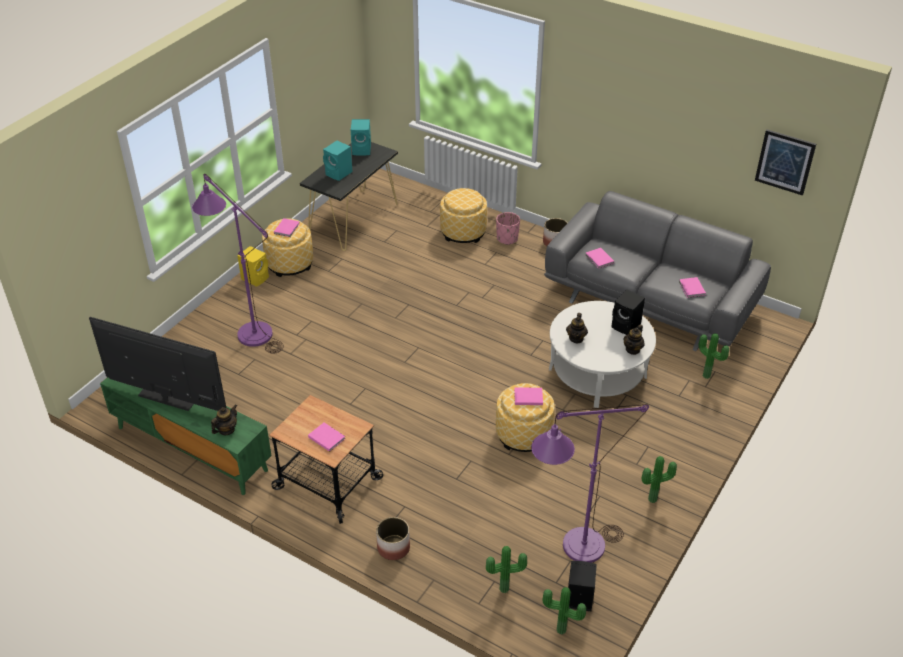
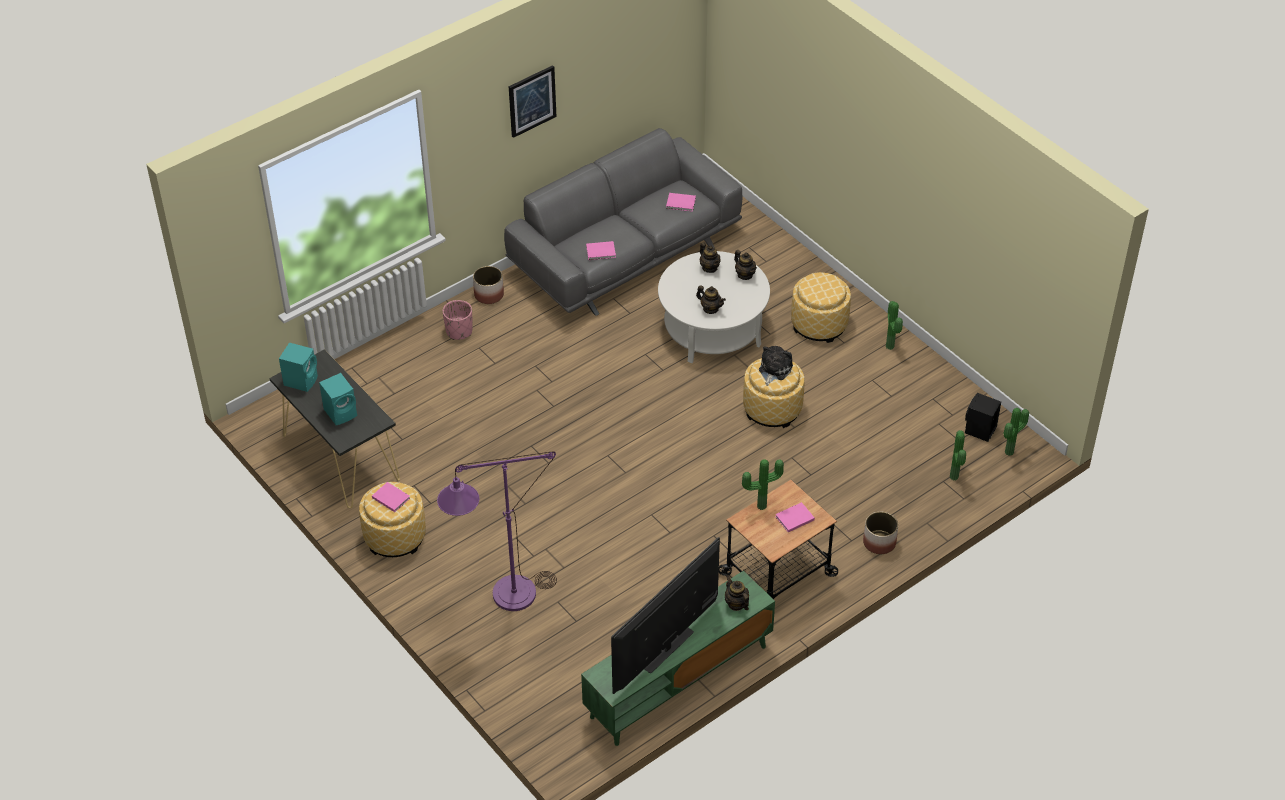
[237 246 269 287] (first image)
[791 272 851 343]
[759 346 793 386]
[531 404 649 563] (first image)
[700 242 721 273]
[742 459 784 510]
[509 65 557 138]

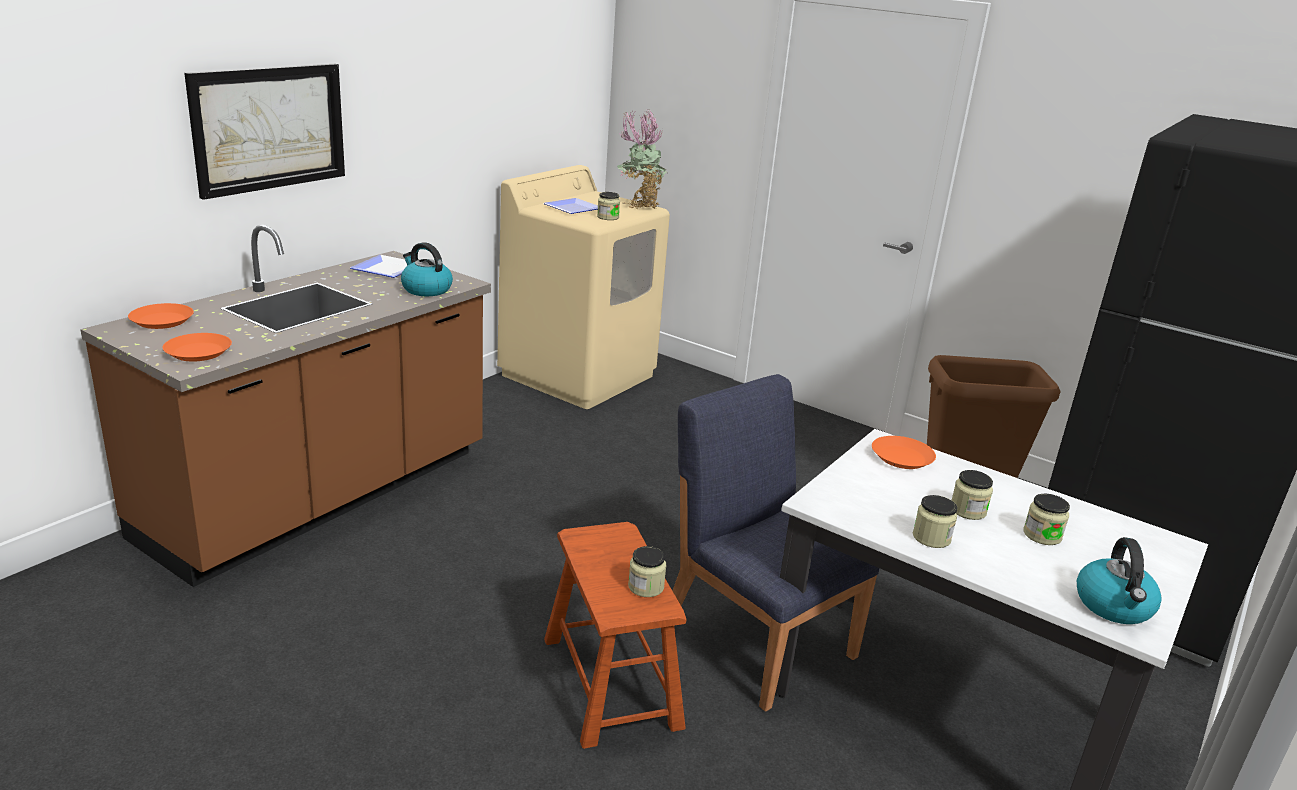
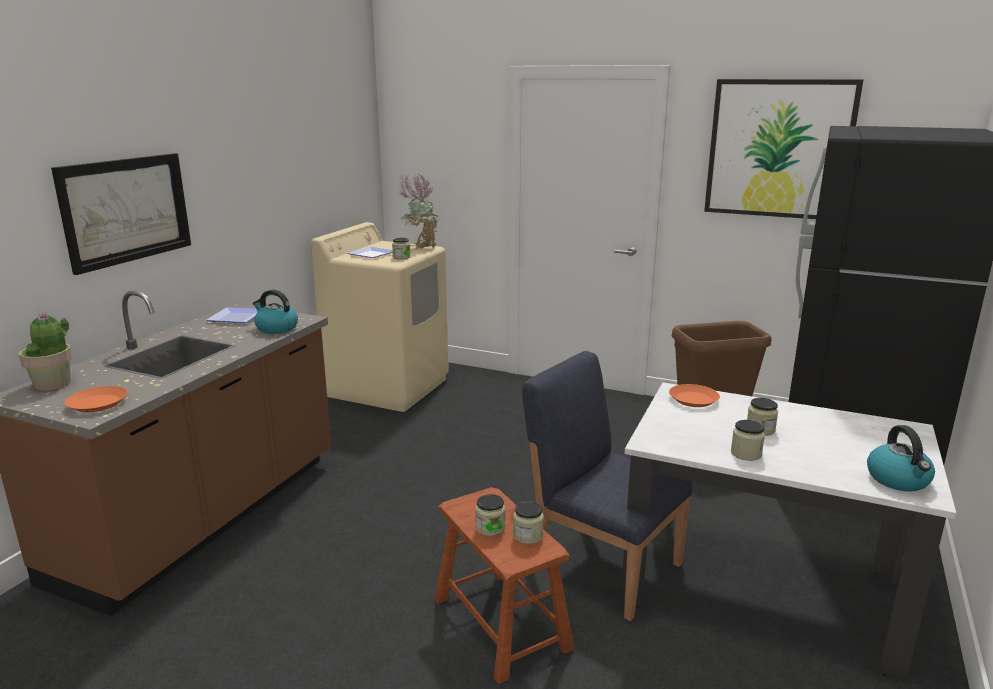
[19 312 72 391]
[475 494 505 536]
[704 79 863 219]

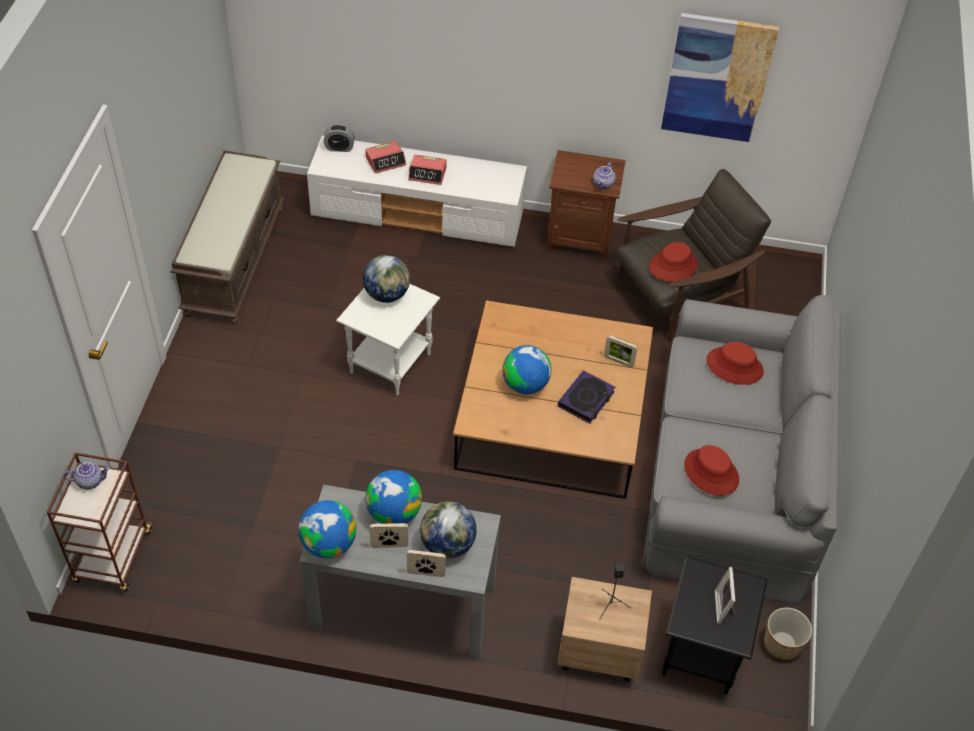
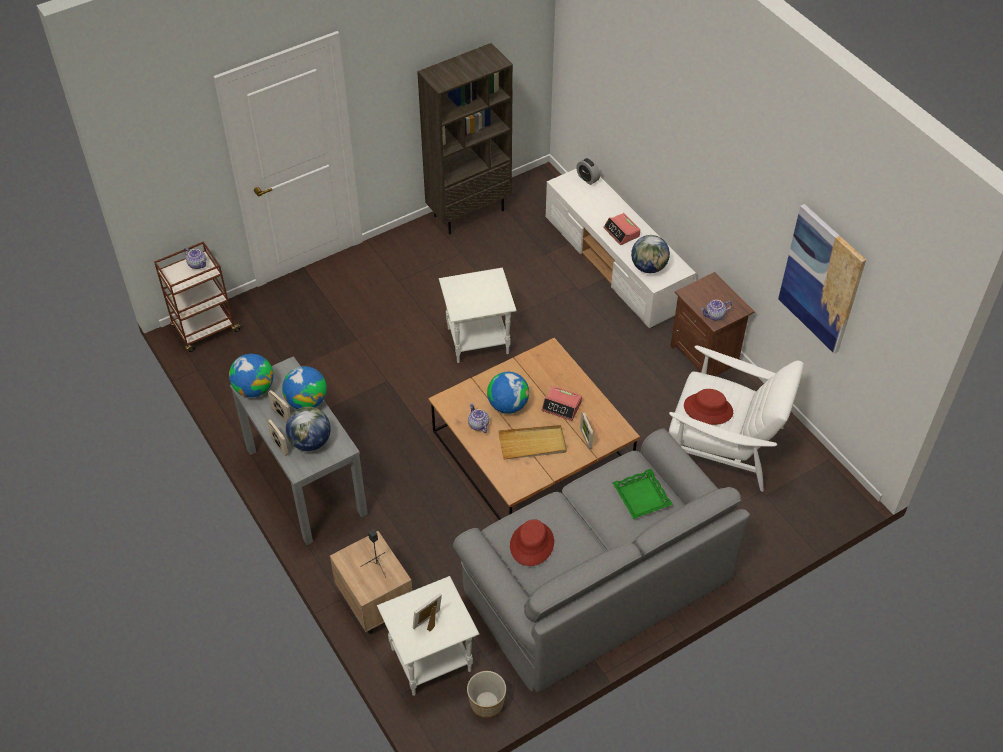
[417 43 513 234]
[631 235 670 273]
[542 386 582 421]
[498 425 567 460]
[669 345 804 492]
[377 576 479 696]
[612 469 673 519]
[468 403 489 433]

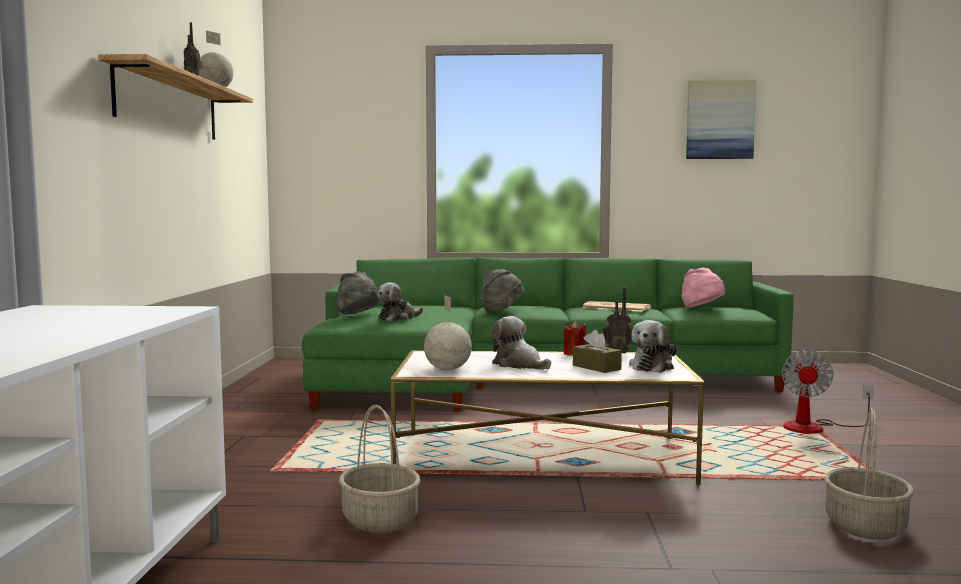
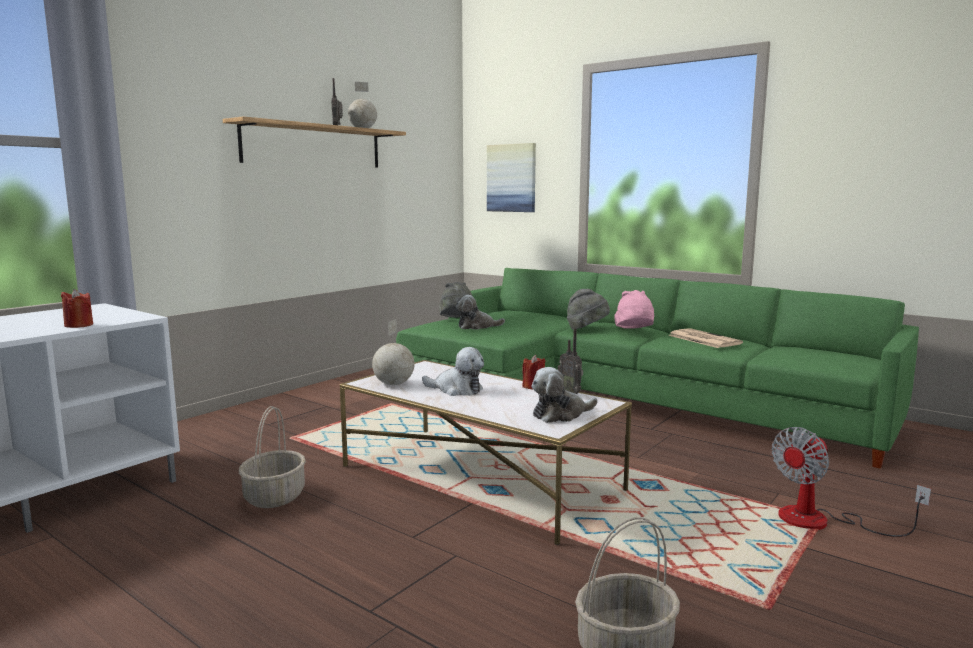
[422 347 484 396]
[573 330 622 373] (first image)
[614 290 654 329]
[487 143 536 212]
[61 289 93 328]

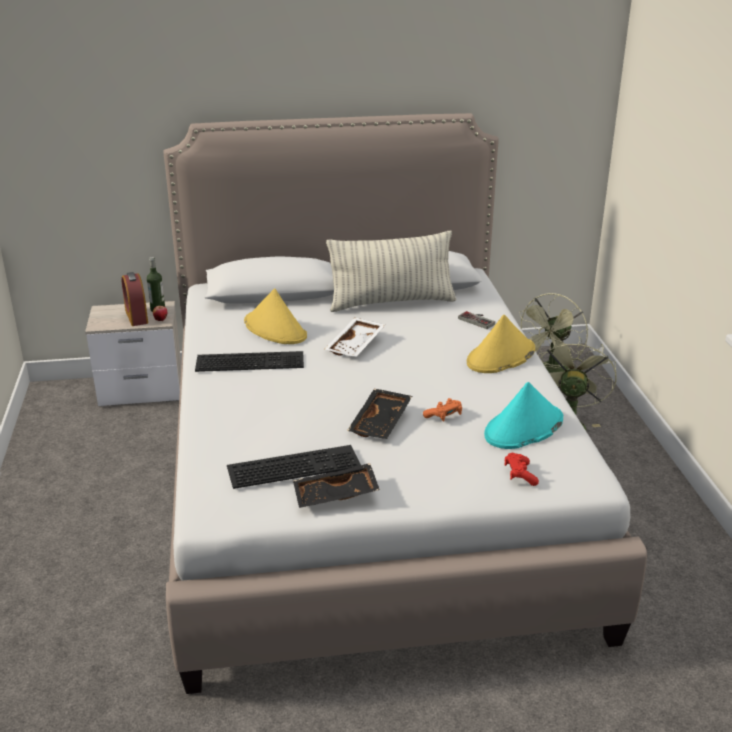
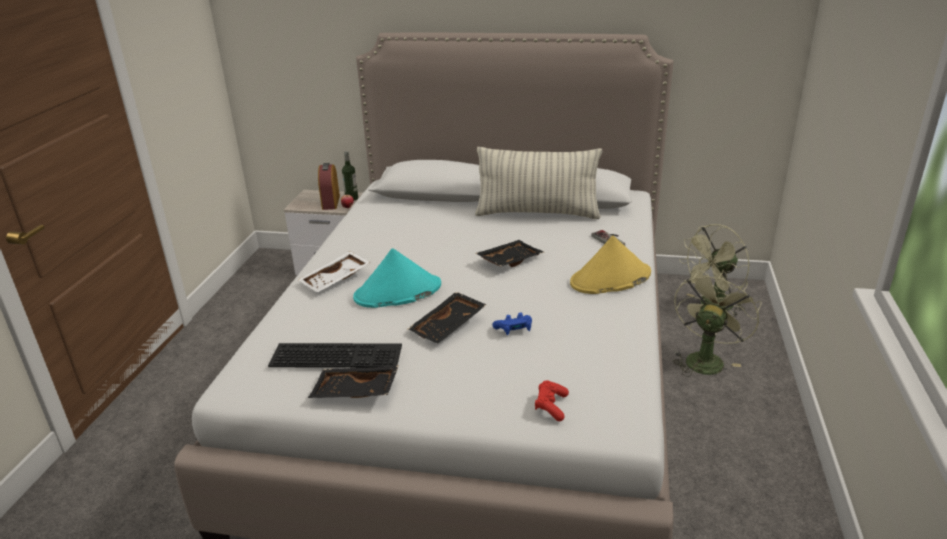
[195 351 304 372] (first image)
[244 288 307 344] (first image)
[298 251 371 292]
[492 312 532 335]
[353 248 441 308]
[476 240 544 267]

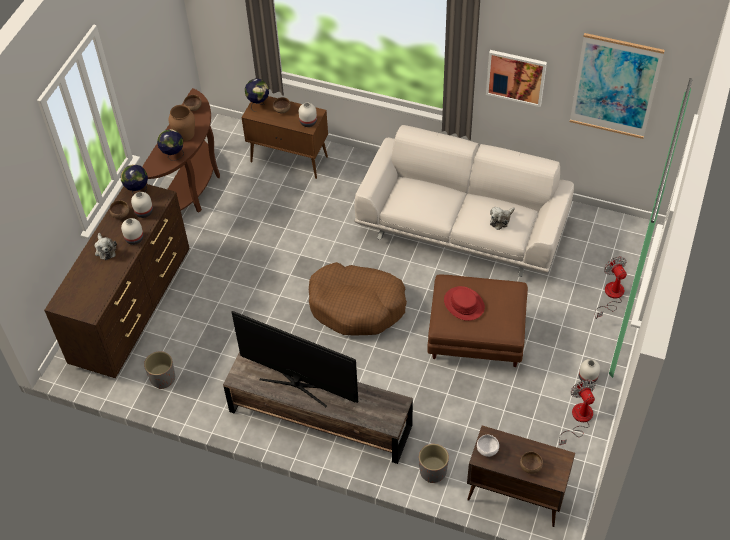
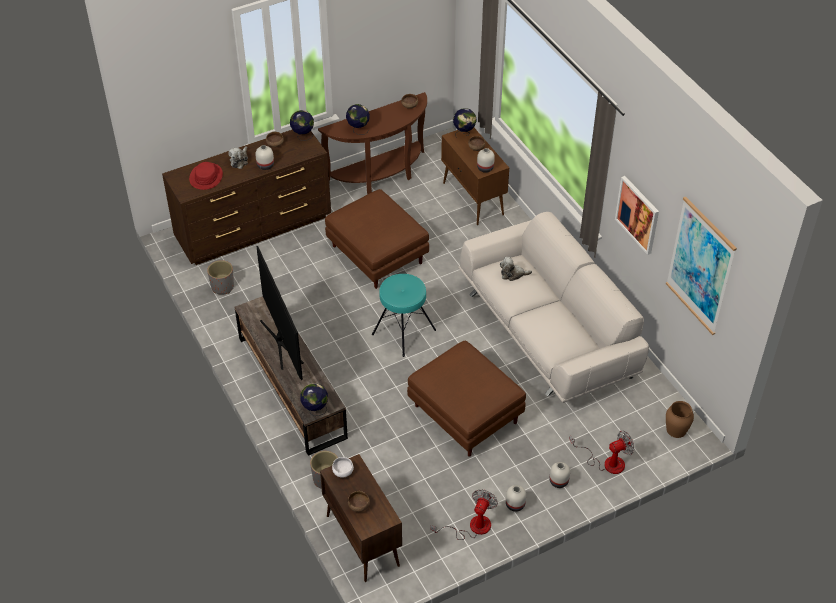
[549 462 570 488]
[666 401 694 438]
[372 274 436 357]
[189 162 223 190]
[500 257 532 281]
[569 431 634 474]
[300 383 328 416]
[325 189 429 289]

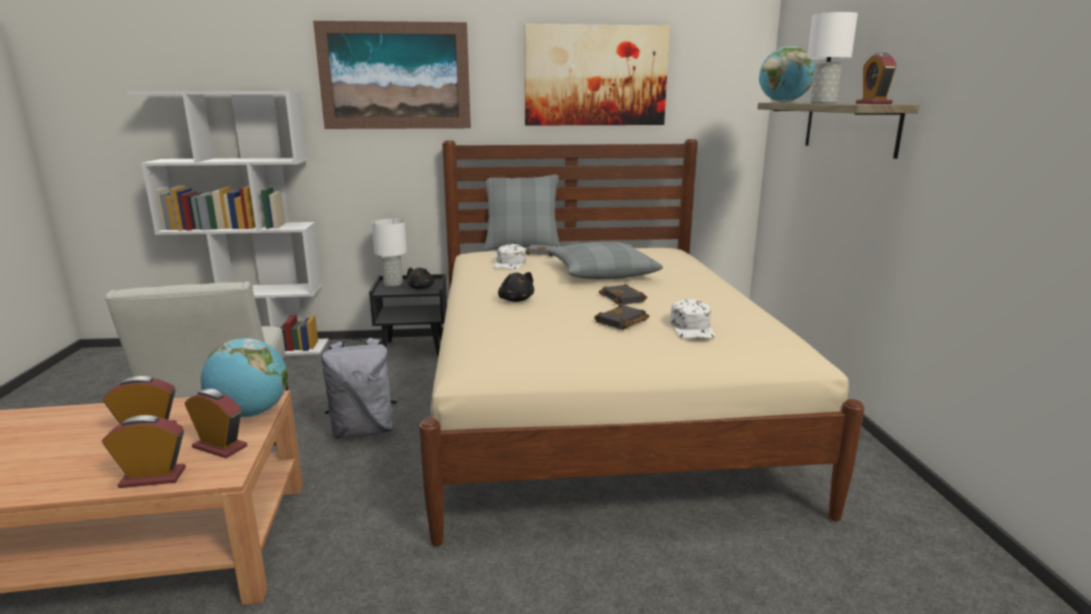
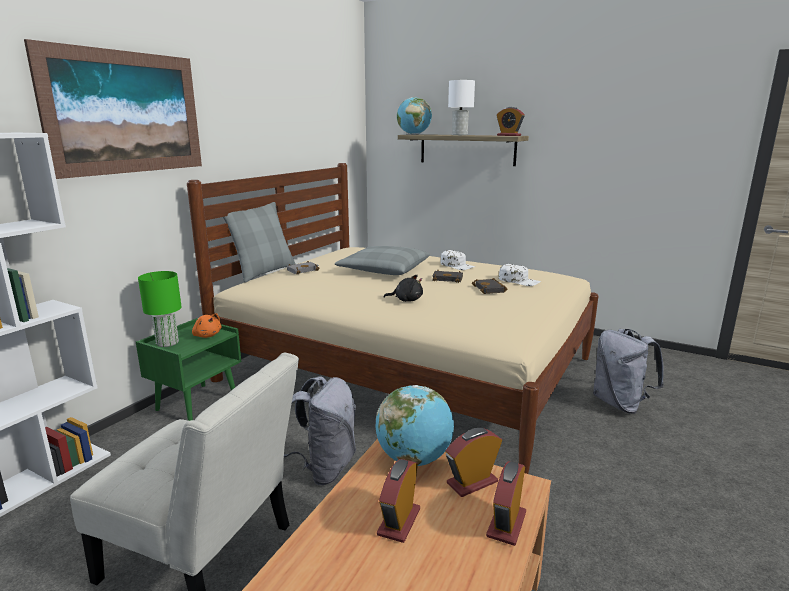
[136 318 241 421]
[138 271 182 347]
[192 313 221 338]
[440 250 475 270]
[524 24 670 126] (first image)
[593 329 664 414]

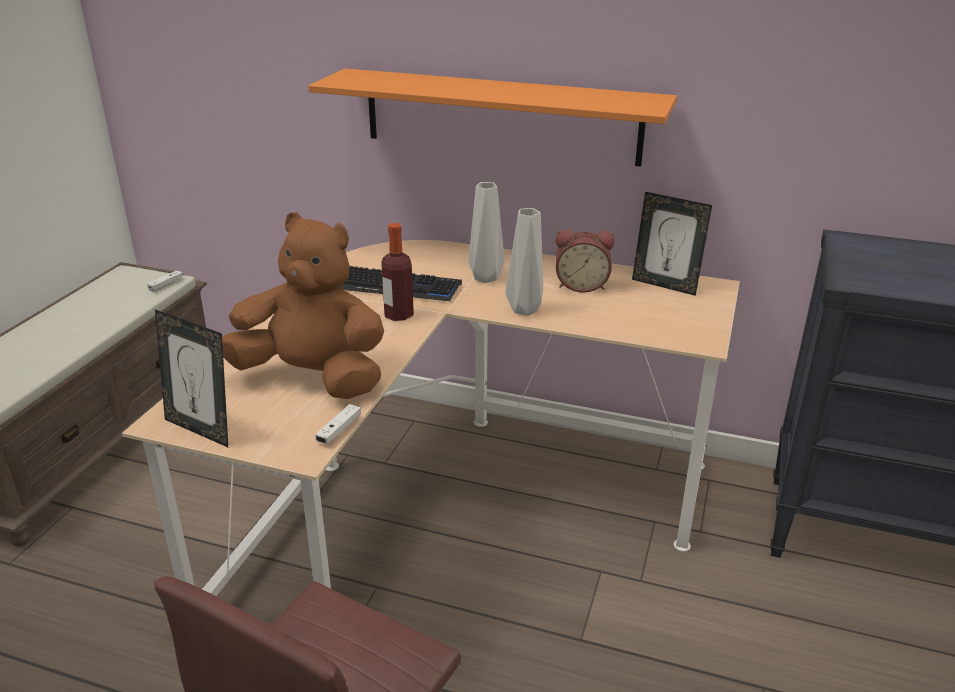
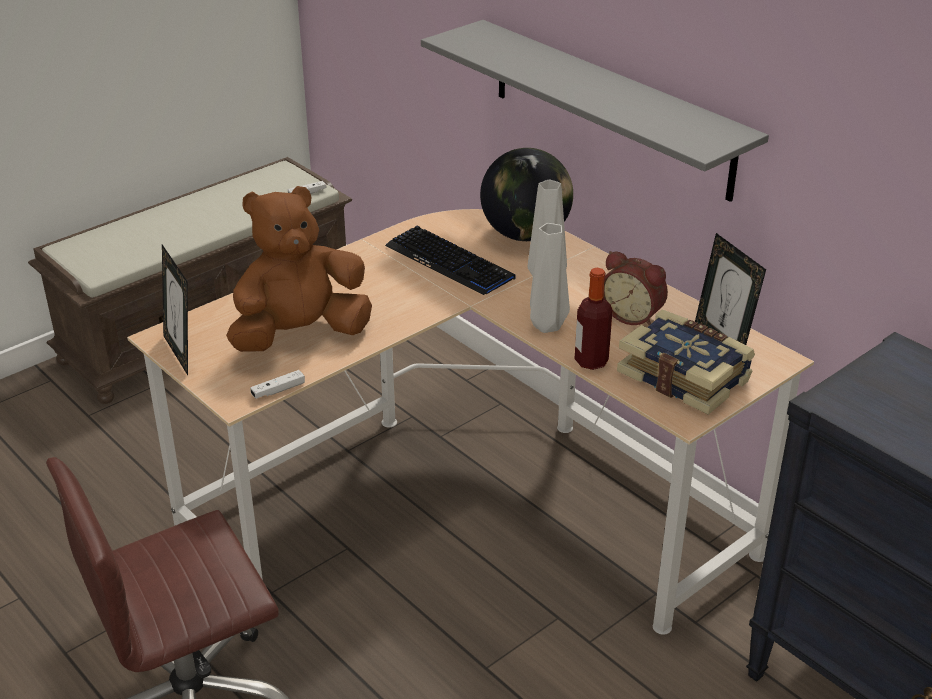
[226 186 372 352]
[421 20 769 202]
[575 268 613 370]
[480 148 573 241]
[617 309 755 415]

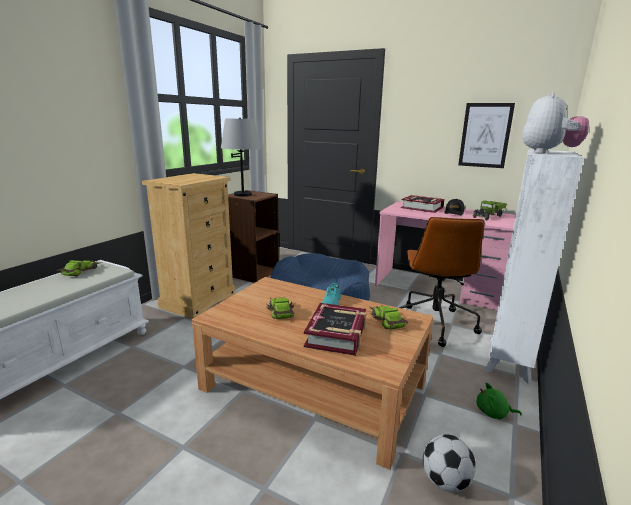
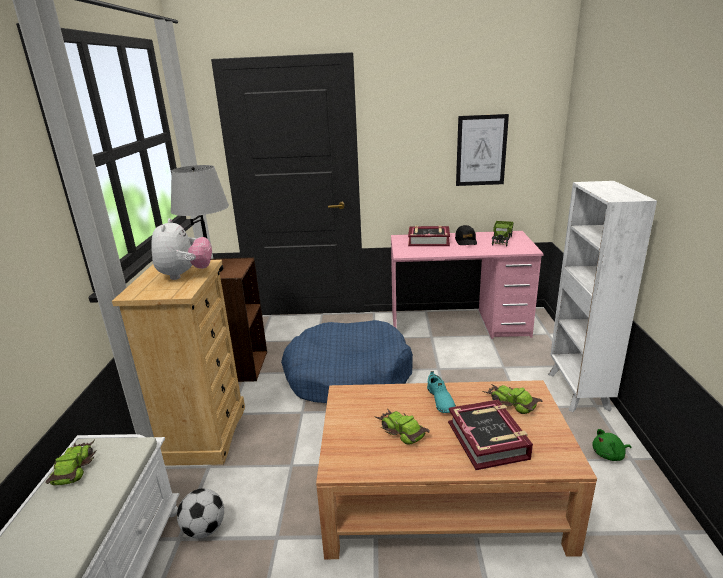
[399 217 485 347] (first image)
[177 488 224 538]
[151 218 212 280]

